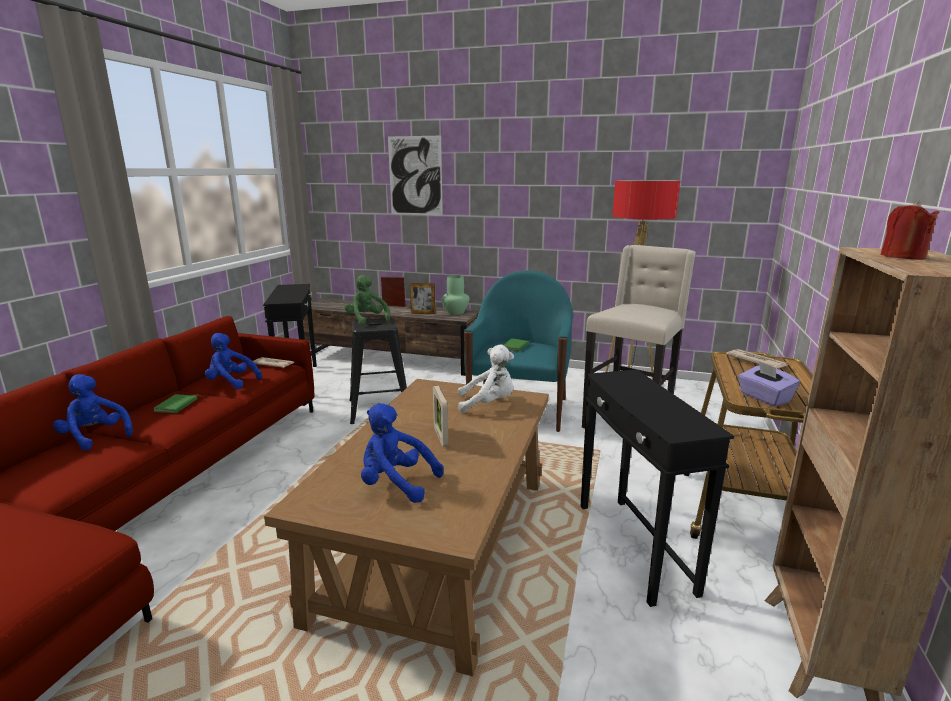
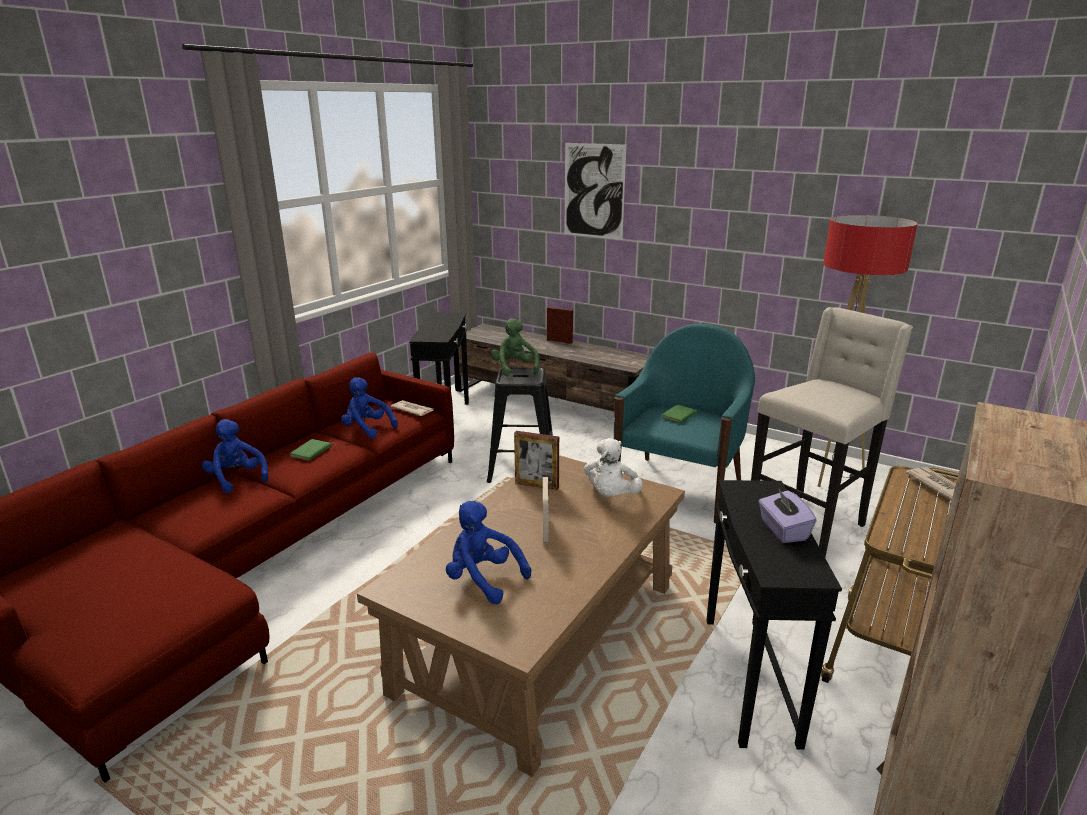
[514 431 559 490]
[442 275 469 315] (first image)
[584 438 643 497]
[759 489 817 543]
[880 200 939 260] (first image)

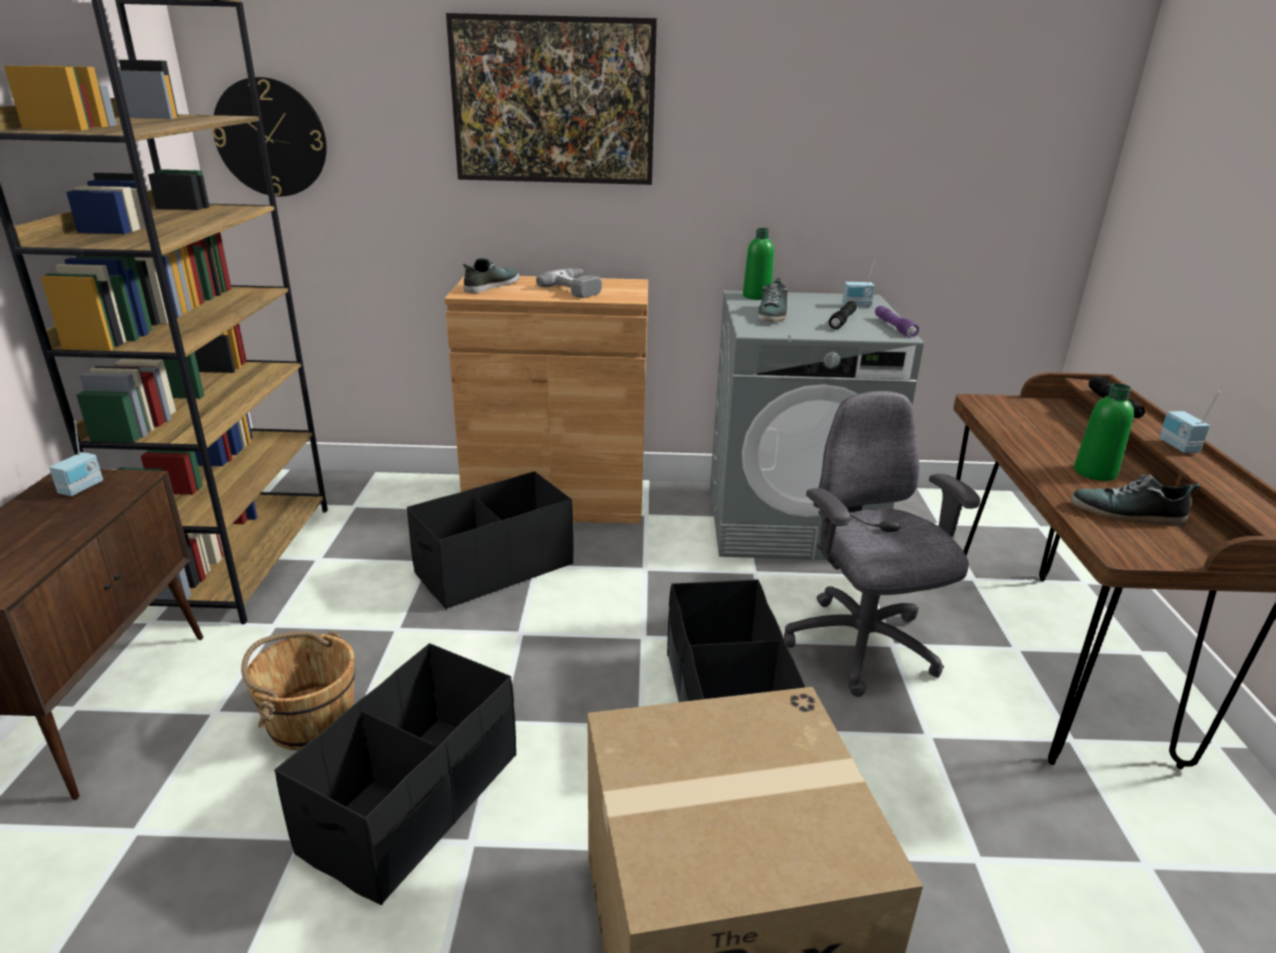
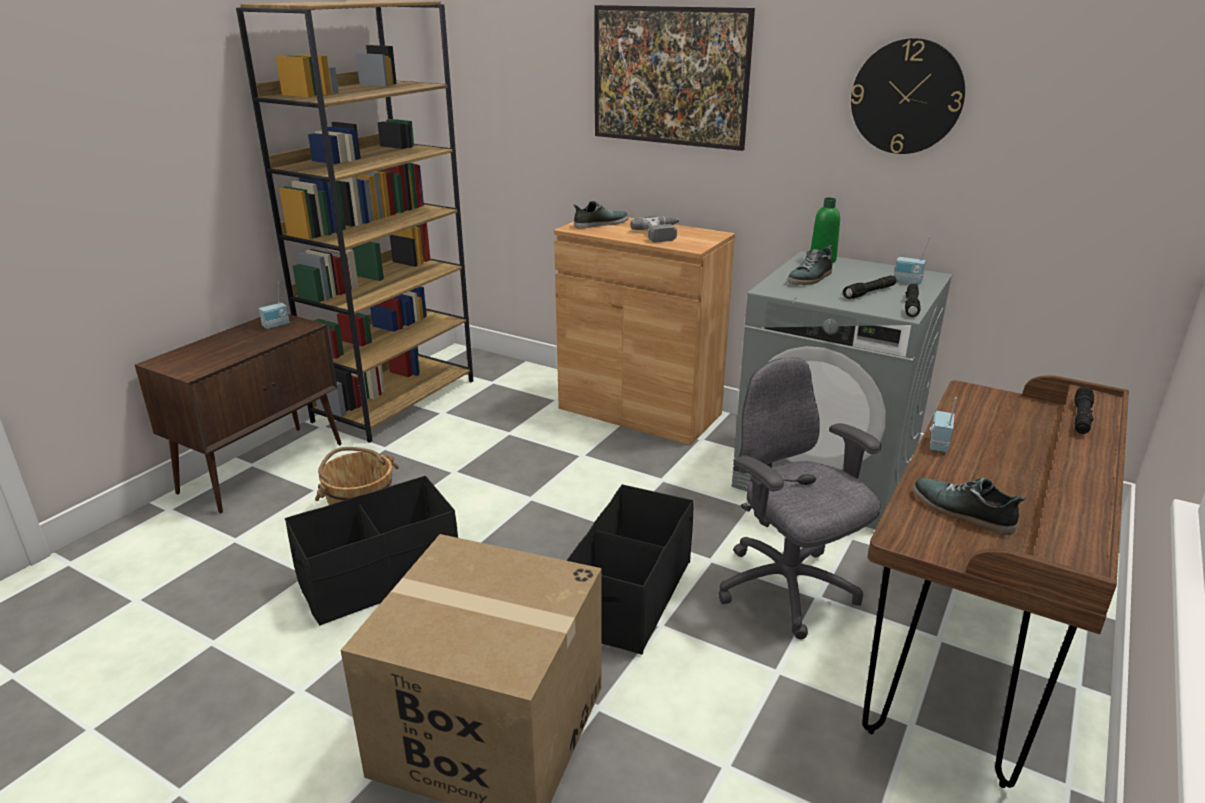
[851 38 965 154]
[407 471 574 609] (first image)
[719 357 881 639]
[905 284 920 317]
[1074 383 1134 481] (first image)
[930 397 957 453]

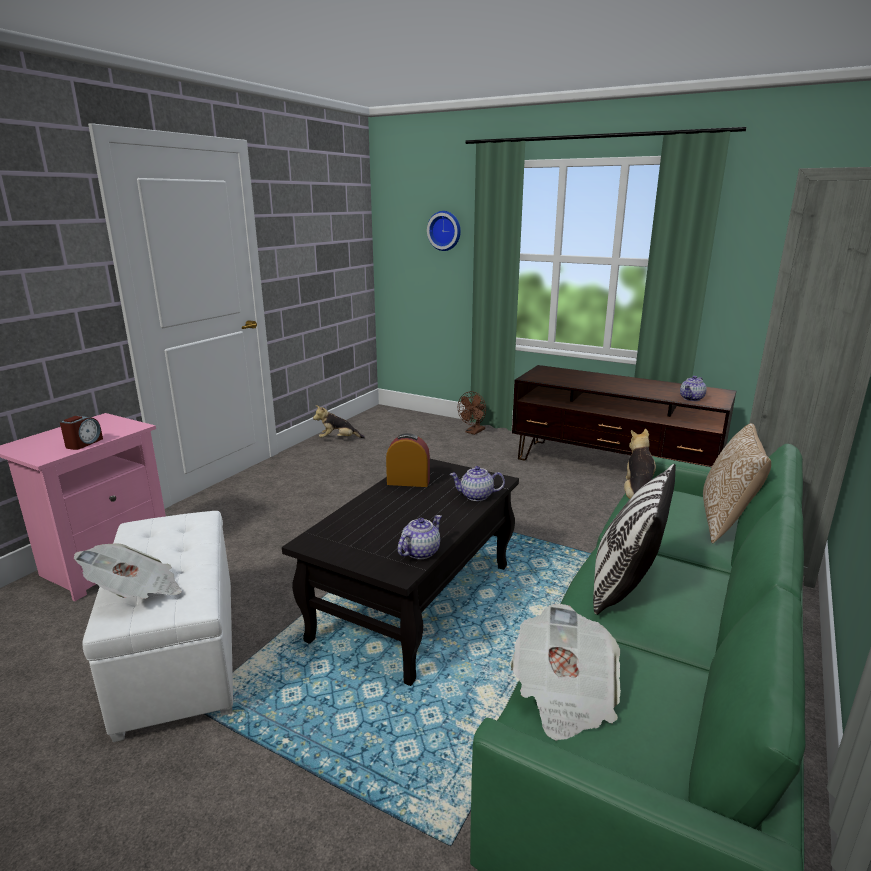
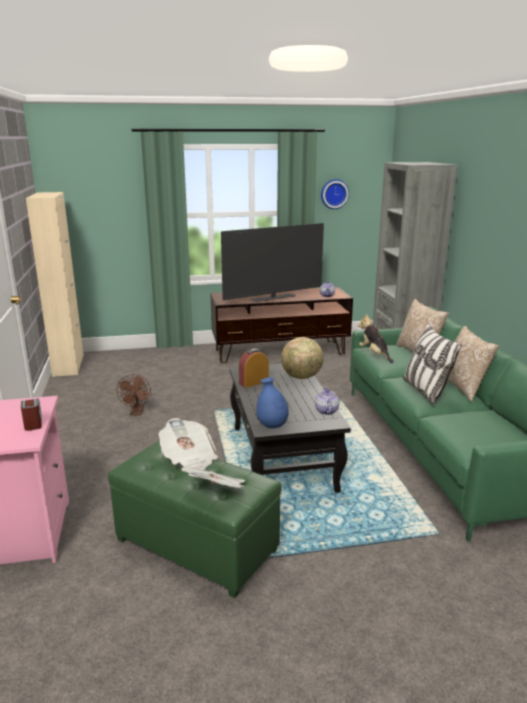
[108 441 281 598]
[313 405 365 438] (first image)
[321 179 349 209]
[281 337 324 379]
[117 374 151 416]
[158 418 218 470]
[26 192 84 377]
[221 223 324 302]
[256 378 289 428]
[447 326 499 402]

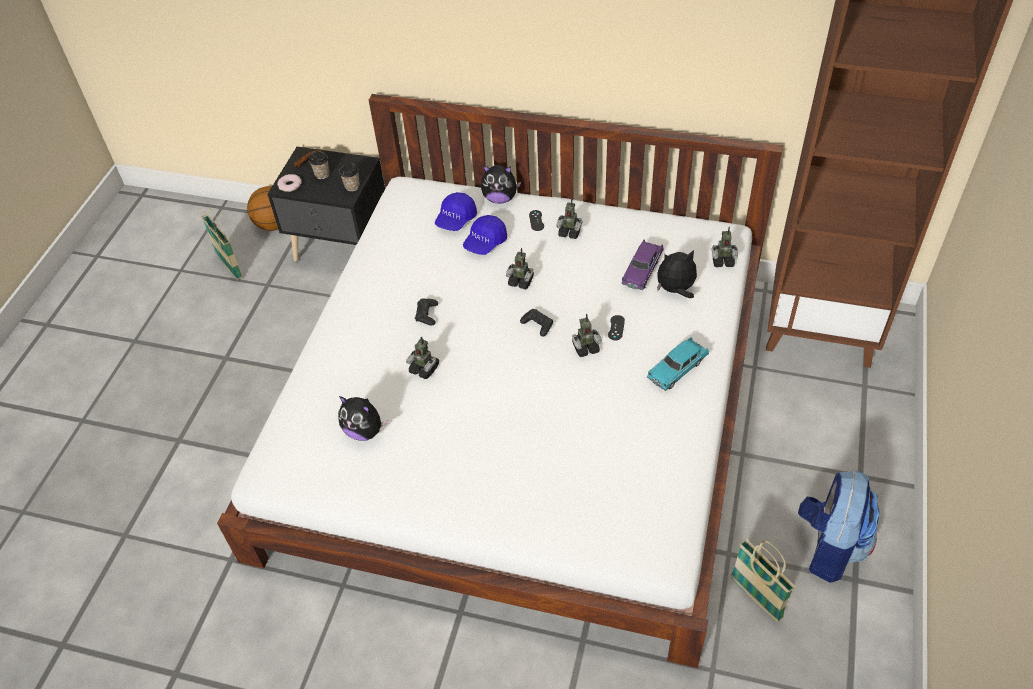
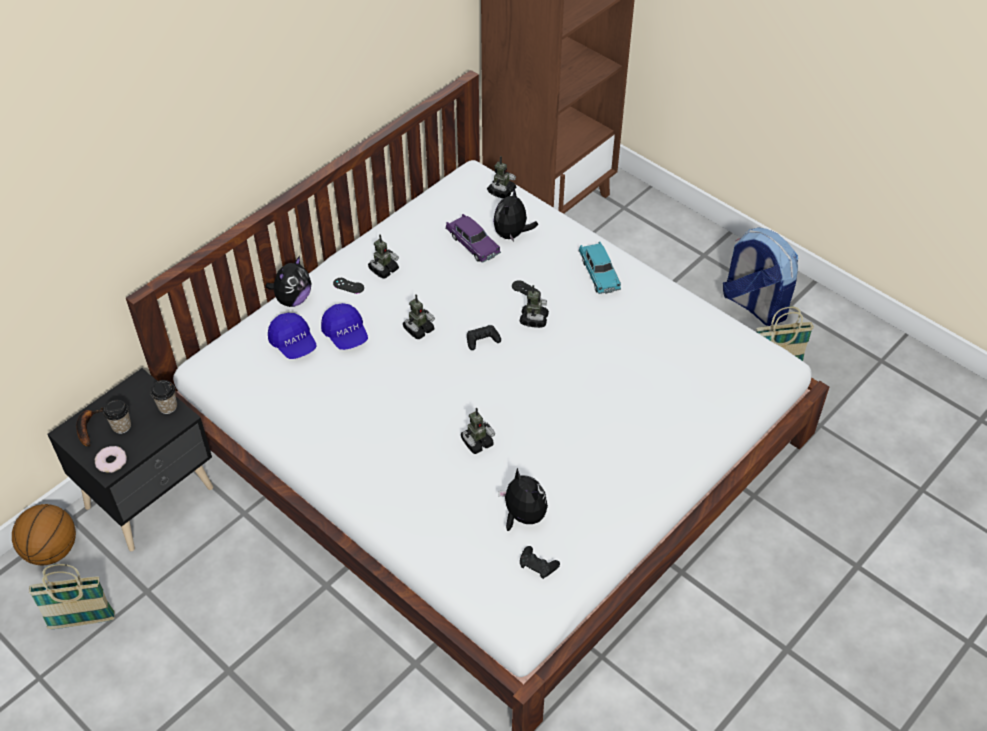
[498 468 548 531]
[520 546 560 579]

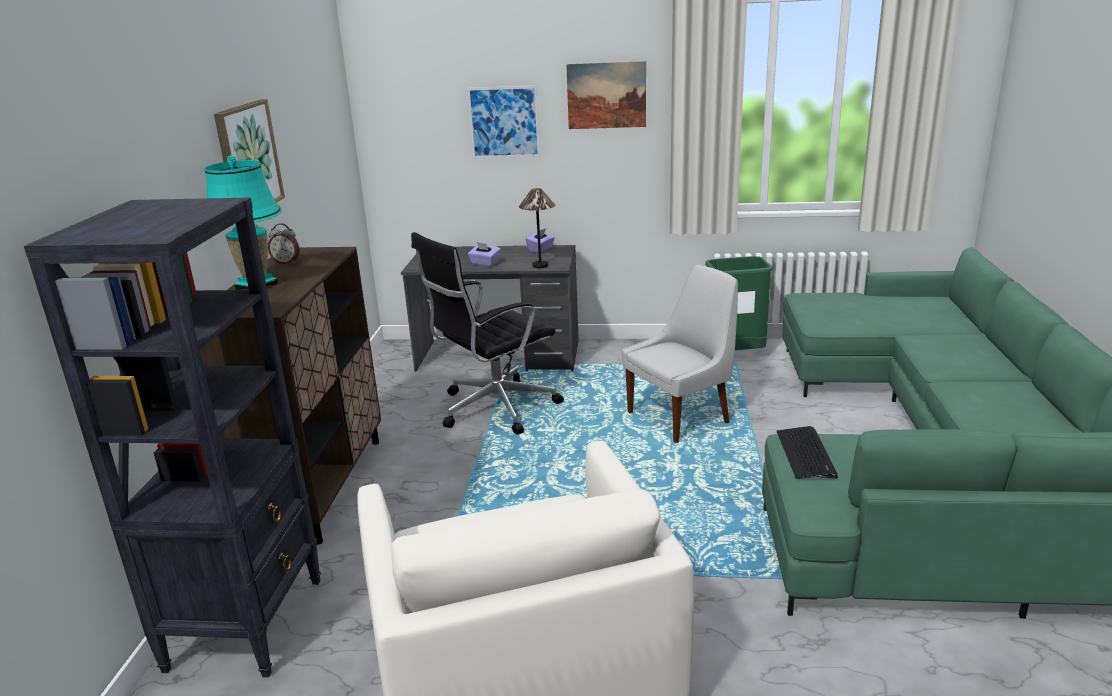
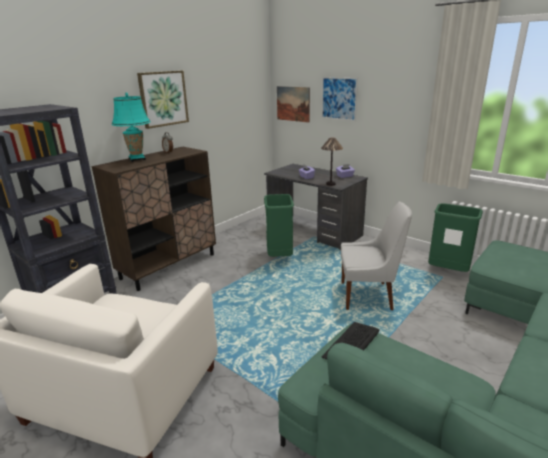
[264 194 294 257]
[277 86 310 123]

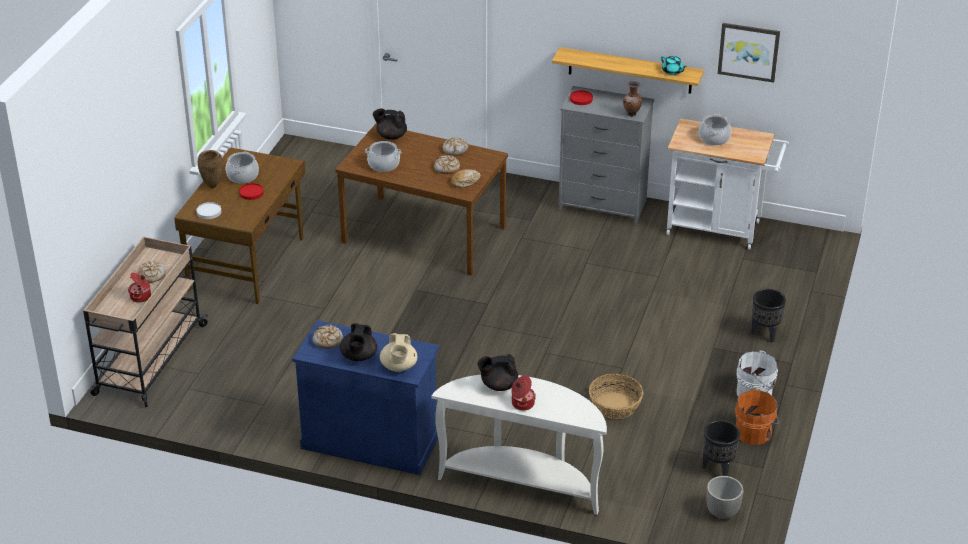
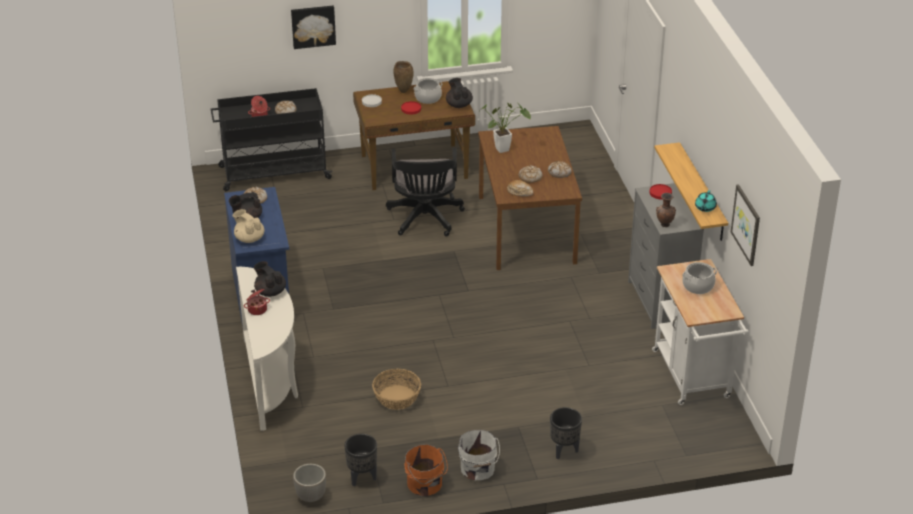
[211 88 333 191]
[480 103 531 153]
[446 78 473 108]
[233 209 265 243]
[291 5 336 49]
[386 148 465 236]

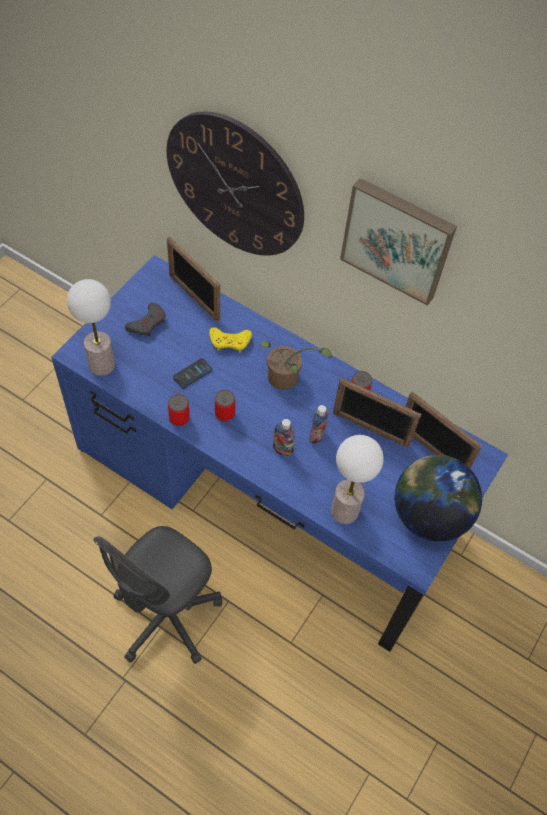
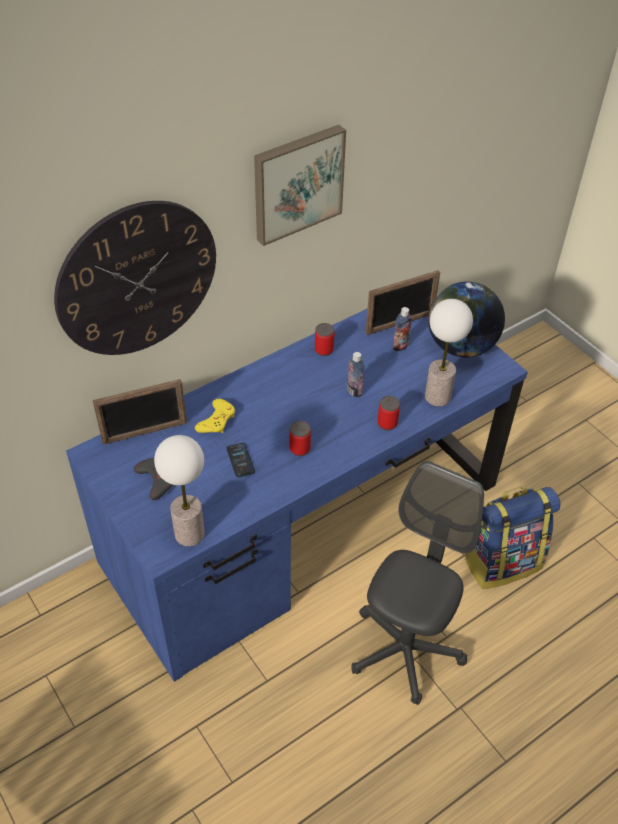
[352 461 484 705]
[377 396 400 430]
[259 341 332 390] (first image)
[393 307 412 351]
[333 378 421 448] (first image)
[465 487 560 589]

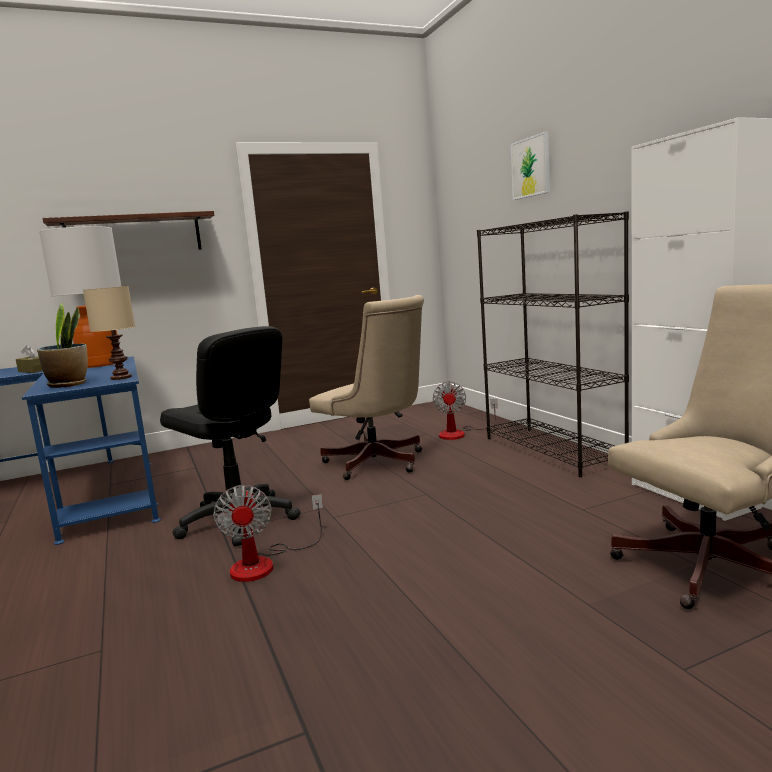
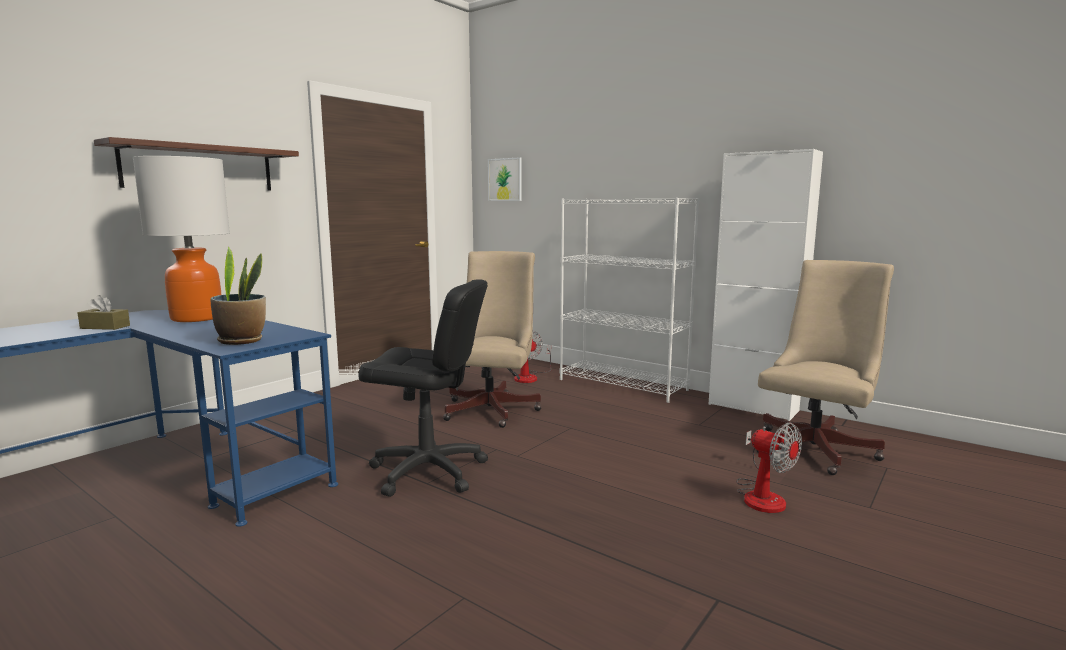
[83 286 135 380] (first image)
[736 423 802 513]
[443 251 542 428]
[560 198 699 403]
[488 157 522 201]

